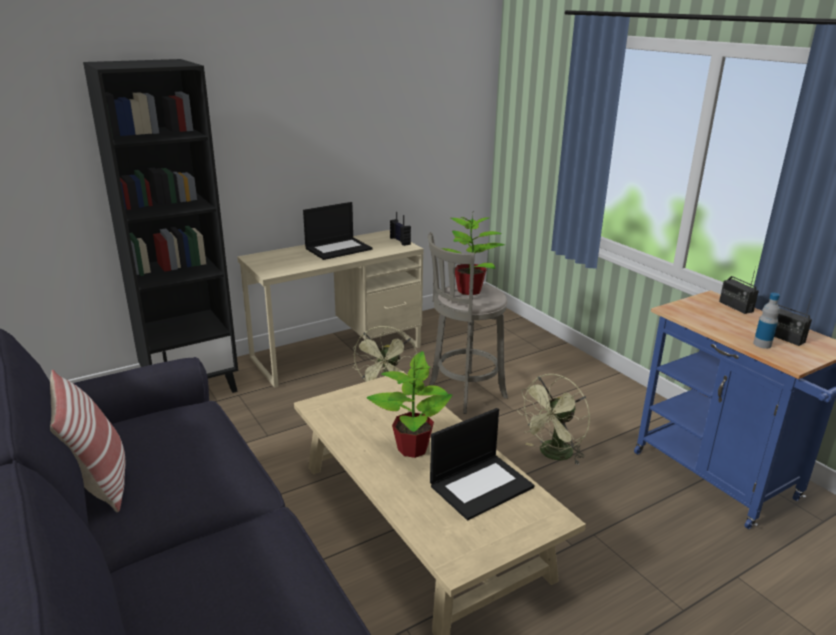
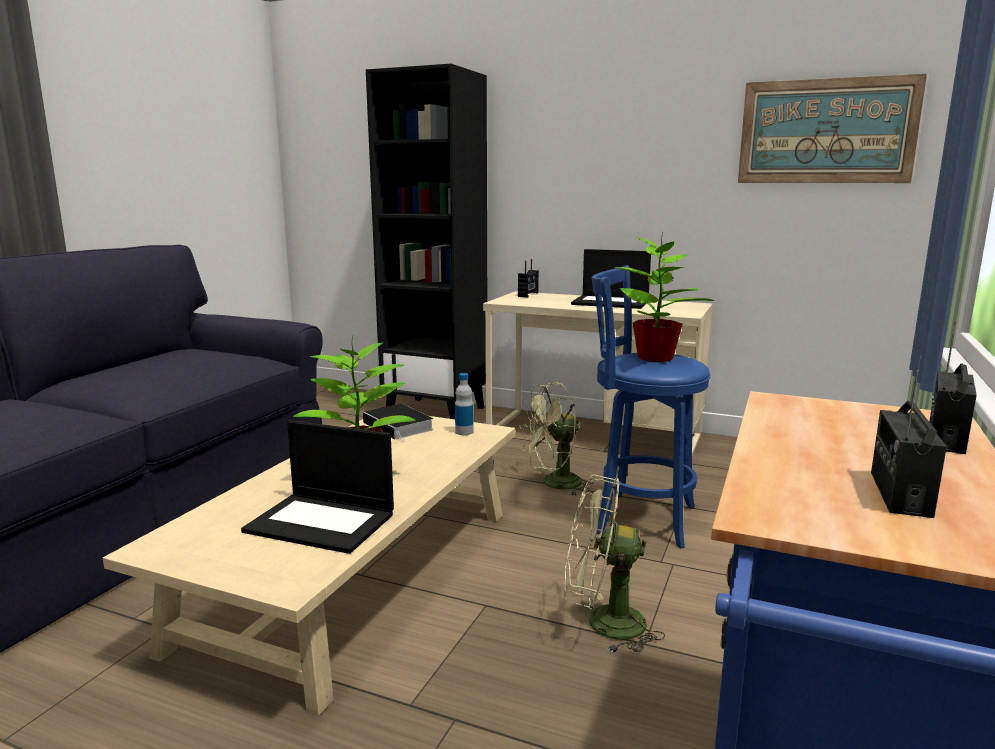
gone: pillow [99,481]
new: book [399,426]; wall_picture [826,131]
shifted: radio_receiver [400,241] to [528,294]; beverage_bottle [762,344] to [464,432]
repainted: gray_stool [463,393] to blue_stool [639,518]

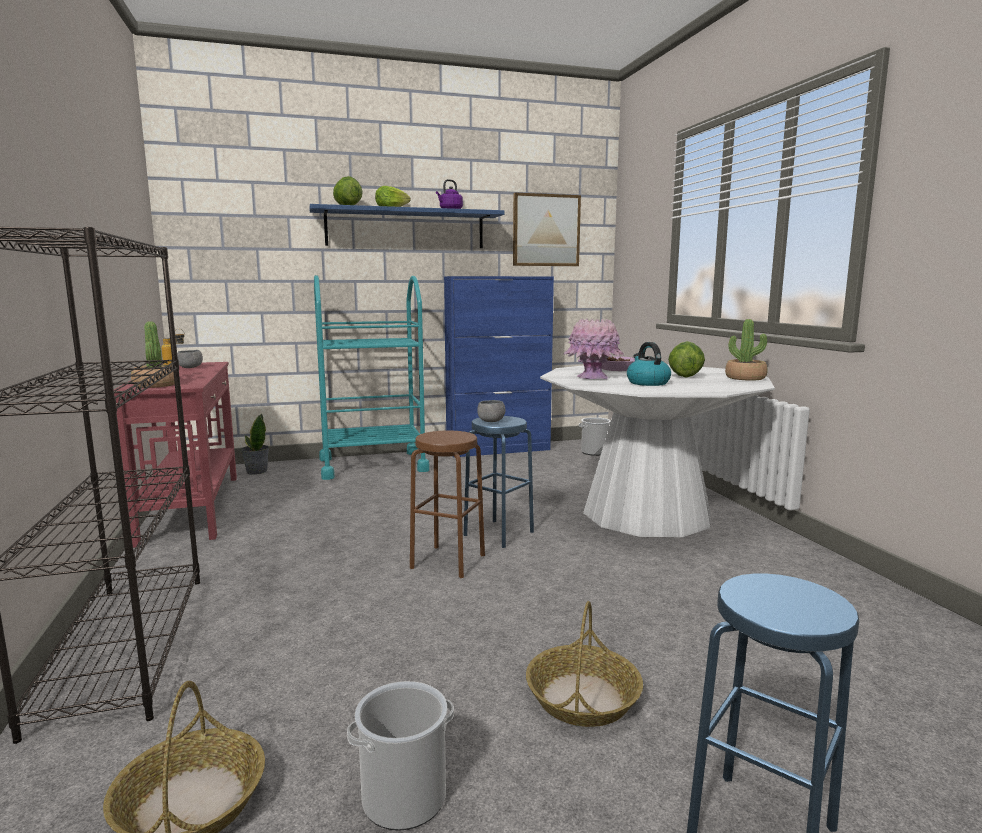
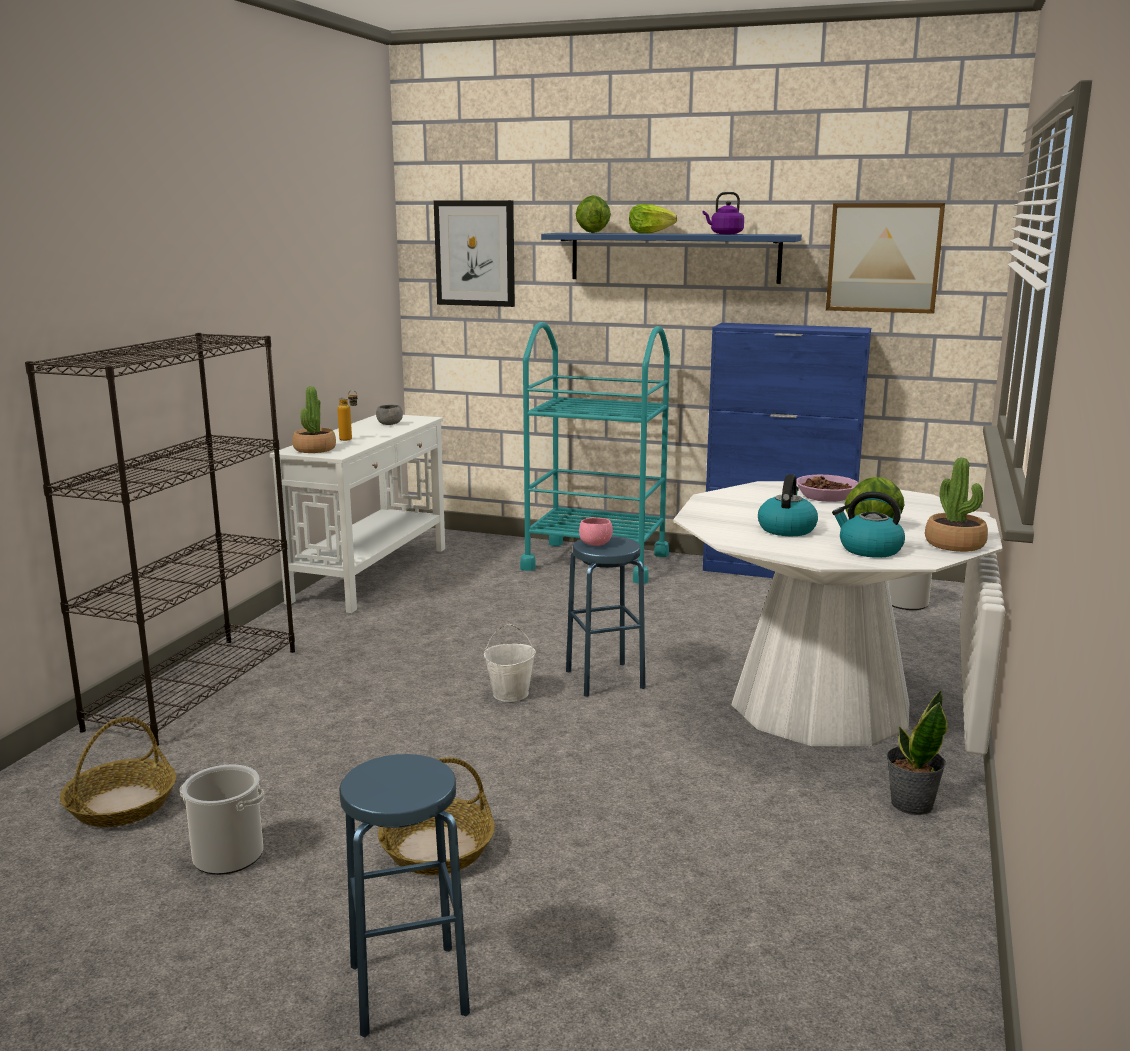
gone: pink-coloured_vase [593,378]
new: wall_picture [475,253]; water_kettle [869,550]
shifted: plant_in_a_pot [256,471] to [910,804]
swapped: brownish_stool [448,561] to white_water_bucket [511,694]
repainted: red-coloured_console_table [193,507] to white_console_table [372,574]; gray_serving_bowl [491,421] to pink-coloured_serving_bowl [595,544]

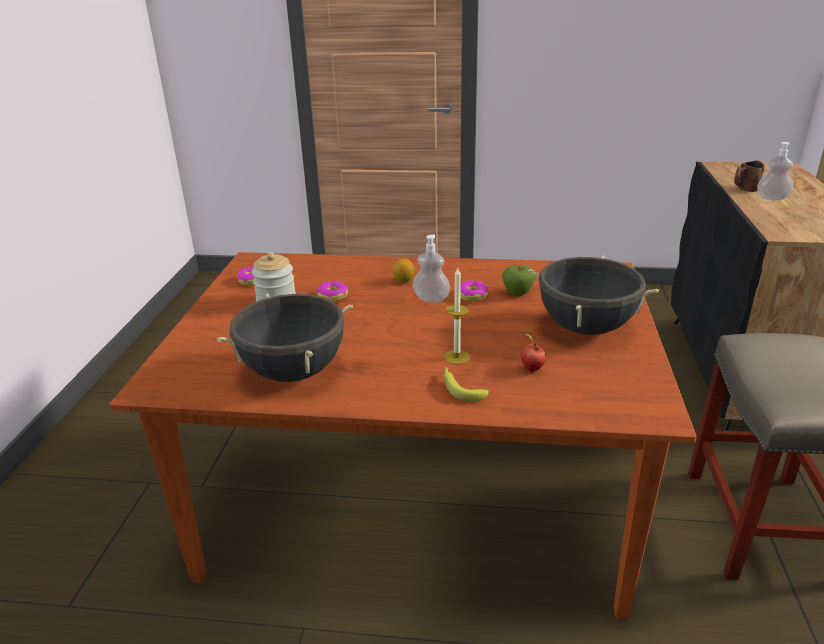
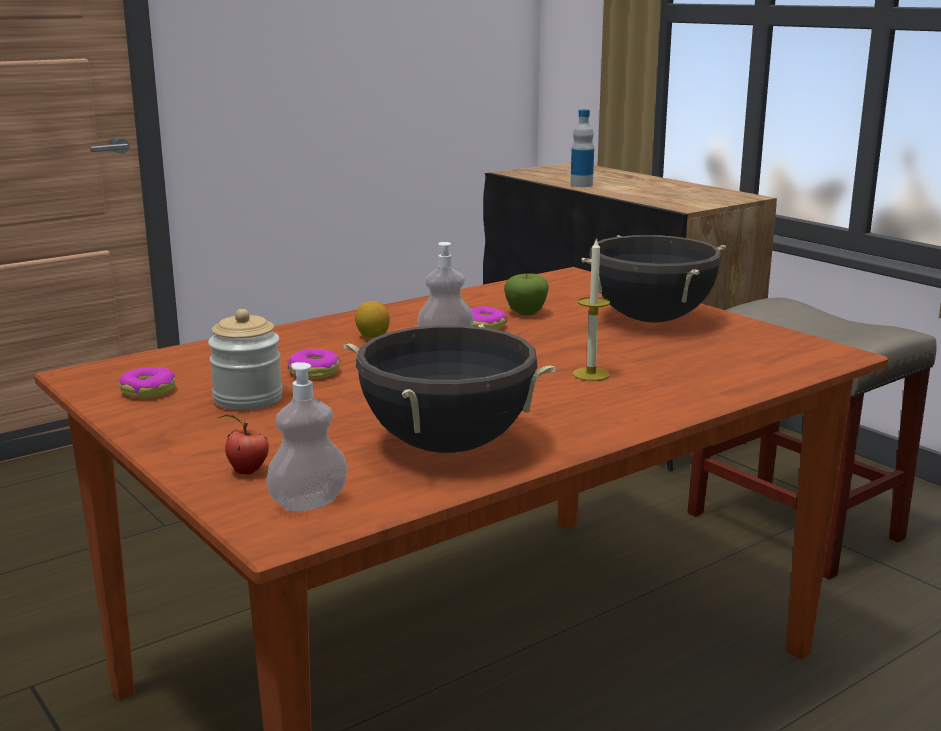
gone: banana_fruit [460,388]
shifted: apple_fruit [531,368] to [245,471]; soap_dispenser [772,198] to [309,503]
swapped: brownish_mug [743,190] to beverage_bottle [581,185]

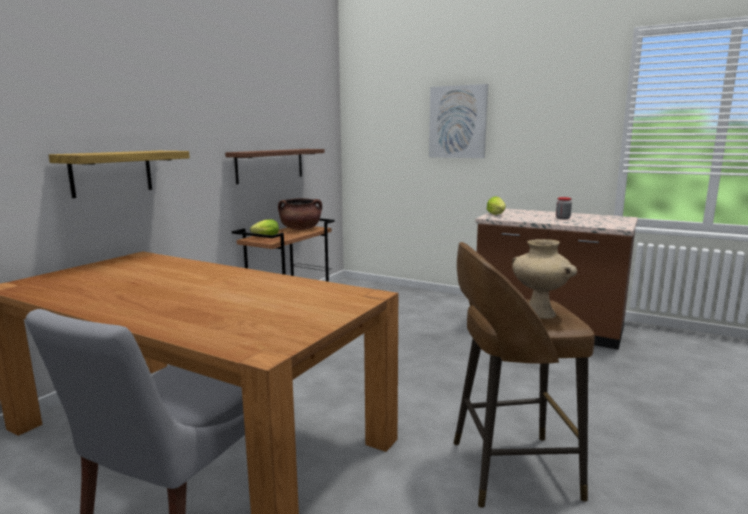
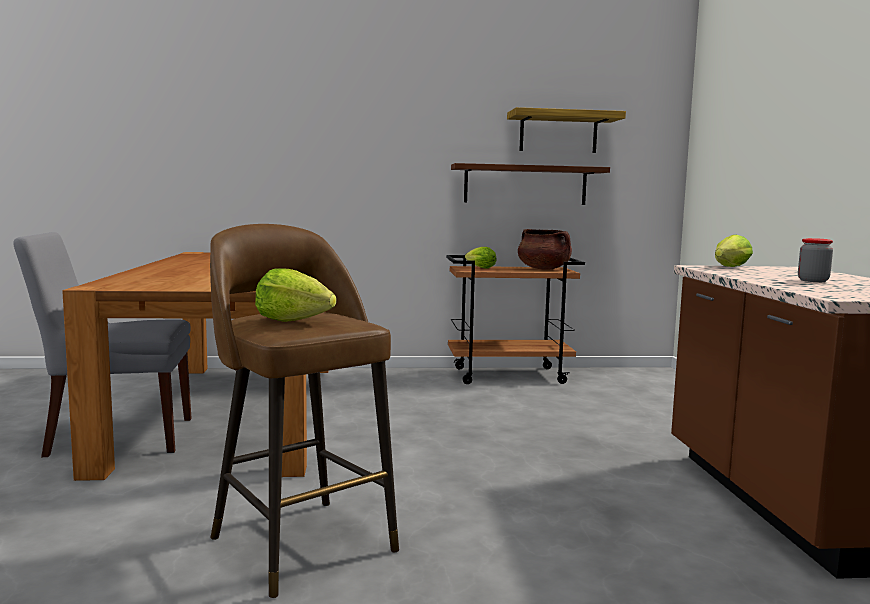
gone: wall_picture [458,122]
shifted: wall_shelf [111,173] to [558,133]
swapped: beige_vase [537,313] to head_of_lettuce [293,320]

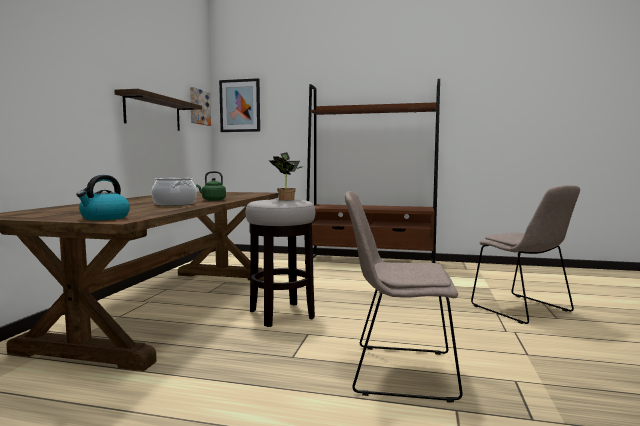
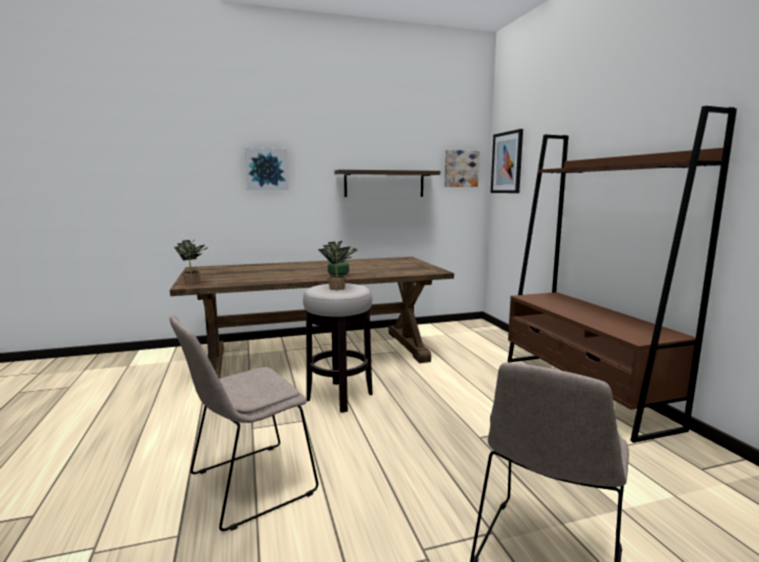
gone: cooking_pot [175,204]
new: wall_picture [267,169]
swapped: water_kettle [104,218] to plant_in_a_pot [194,282]
rotated: beige_chair [398,371] = [248,485] 105 degrees counterclockwise

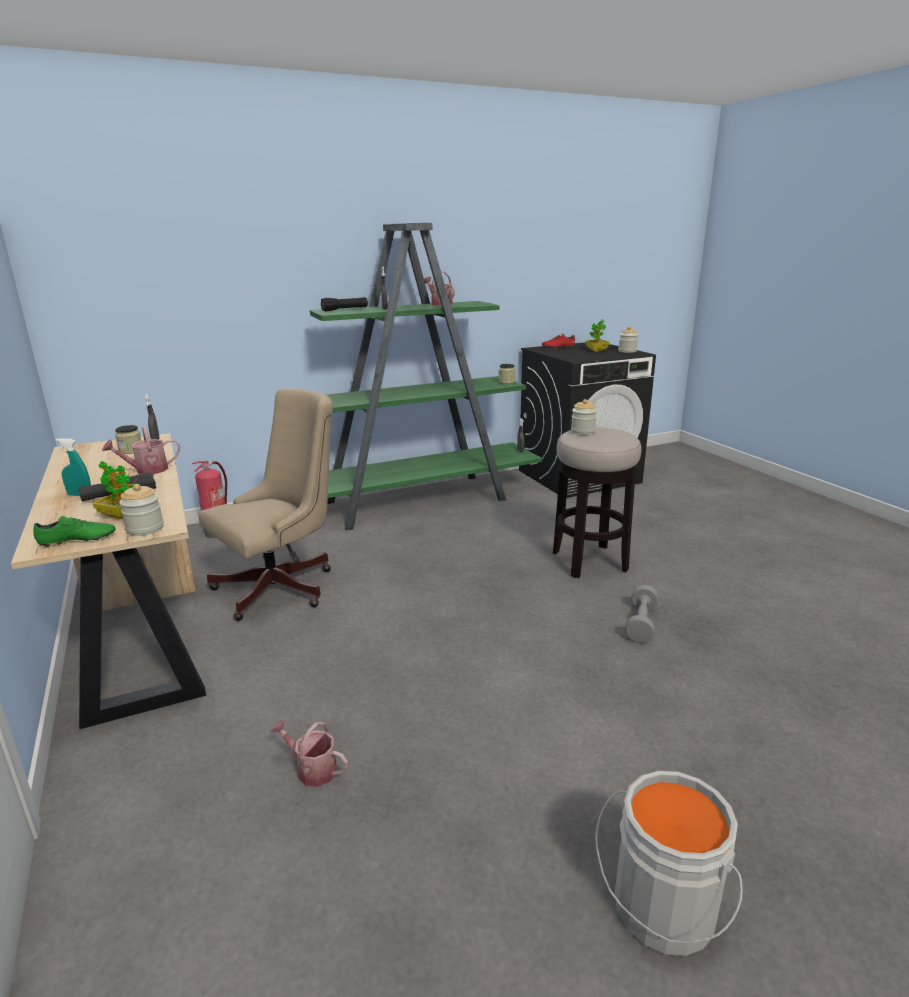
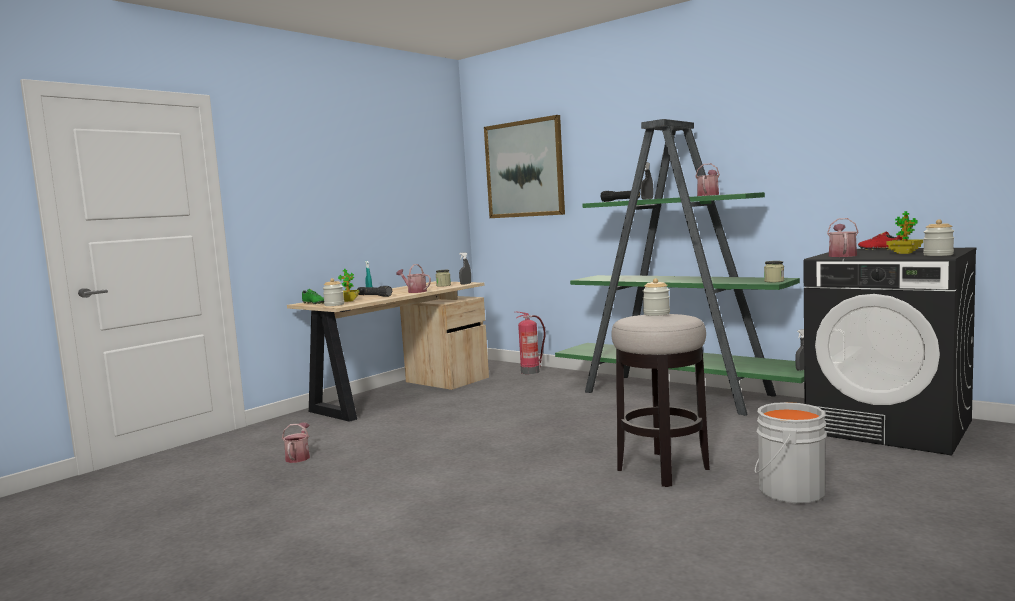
gone: beige_computer_chair [283,586]; gray_dumbbell [641,624]
new: wall_picture [524,169]; watering_can [842,255]
shifted: gray_water_bucket [660,911] to [787,491]

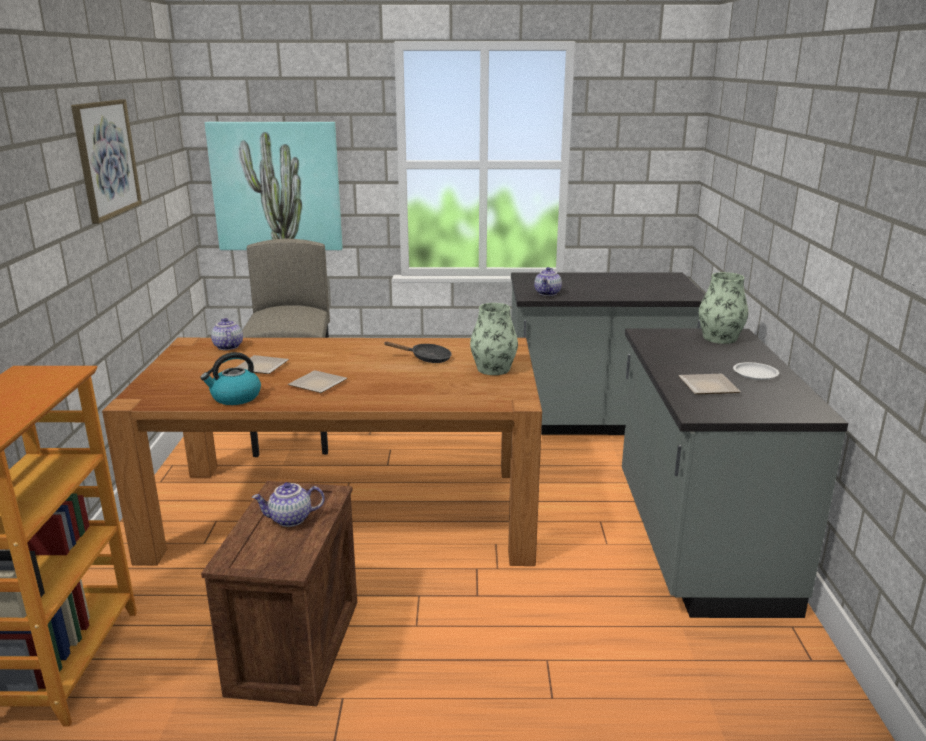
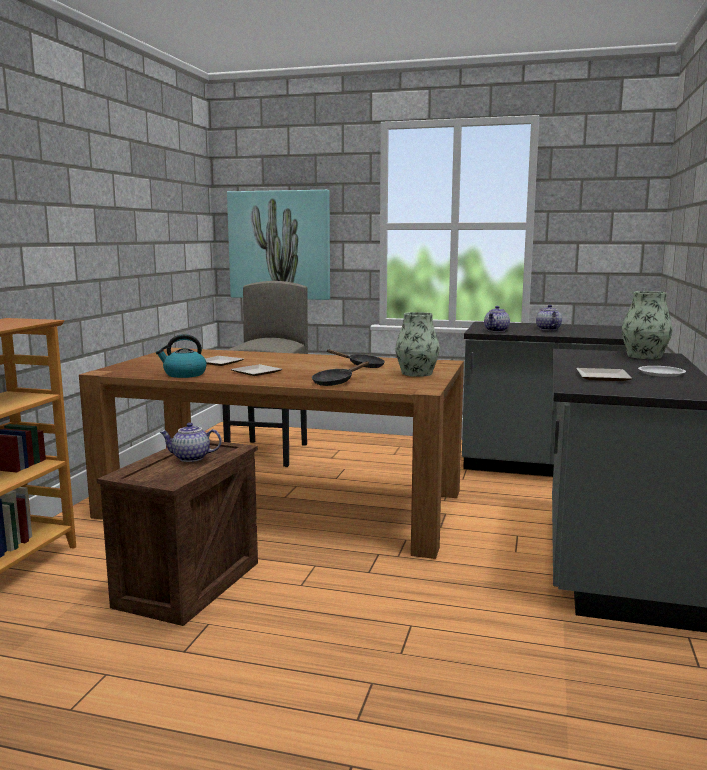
gone: wall_picture [106,159]
new: blackish_skillet [336,382]
shifted: teapot [227,347] to [547,329]

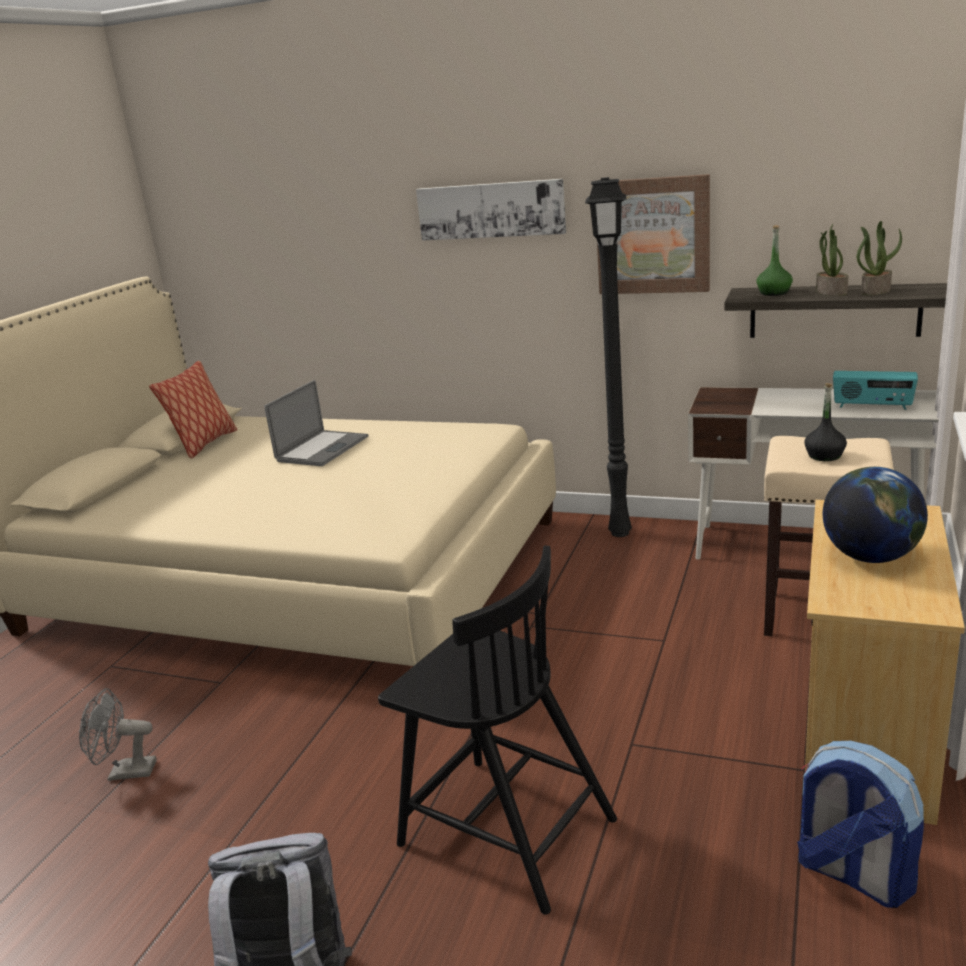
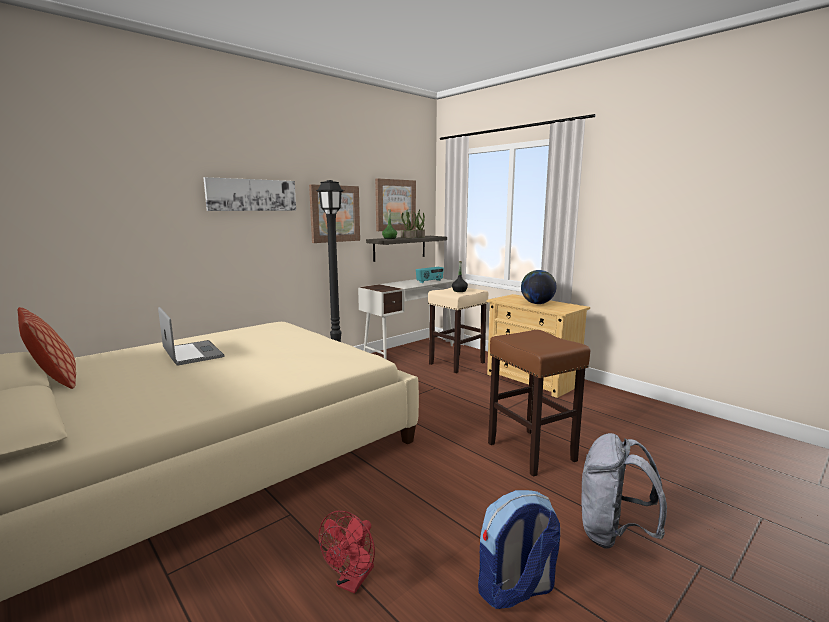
new: wall_picture [395,205]
shifted: knapsack [852,874] to [515,590]
swapped: blackish_chair [503,830] to brownish_stool [532,452]
repainted: gray_electric_fan [125,772] to red-coloured_electric_fan [352,582]

